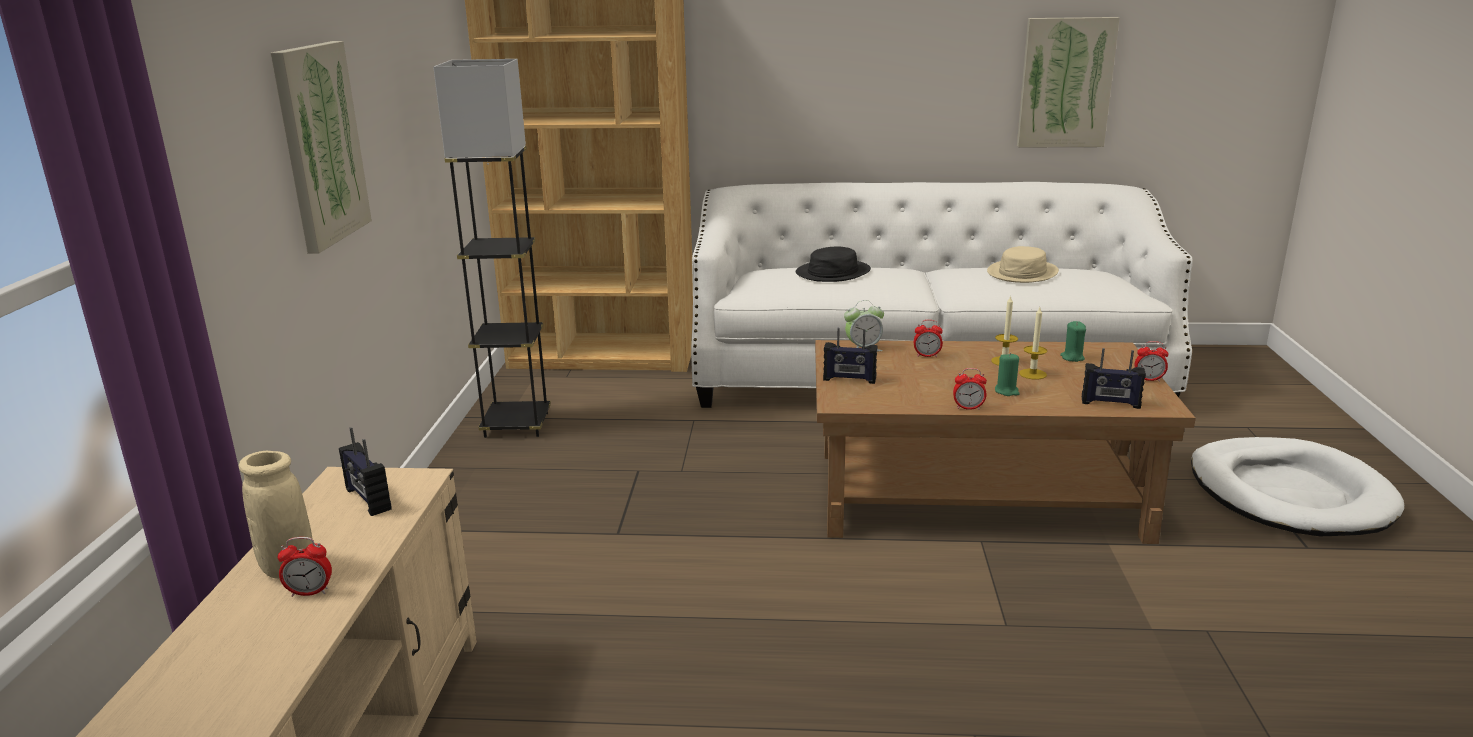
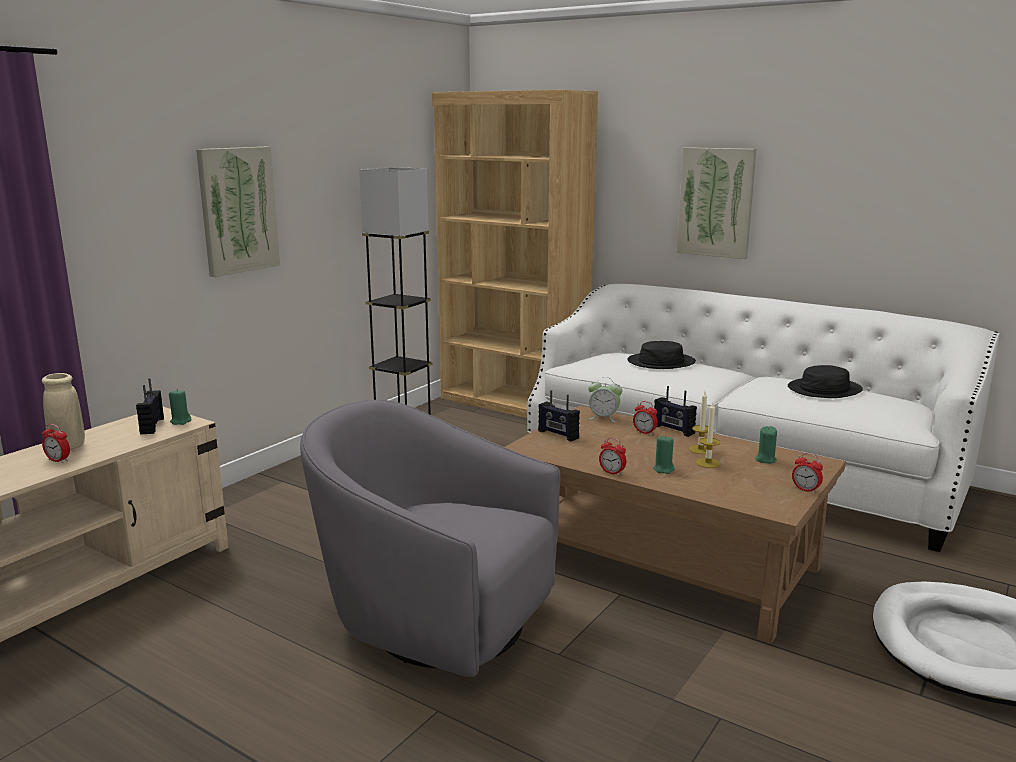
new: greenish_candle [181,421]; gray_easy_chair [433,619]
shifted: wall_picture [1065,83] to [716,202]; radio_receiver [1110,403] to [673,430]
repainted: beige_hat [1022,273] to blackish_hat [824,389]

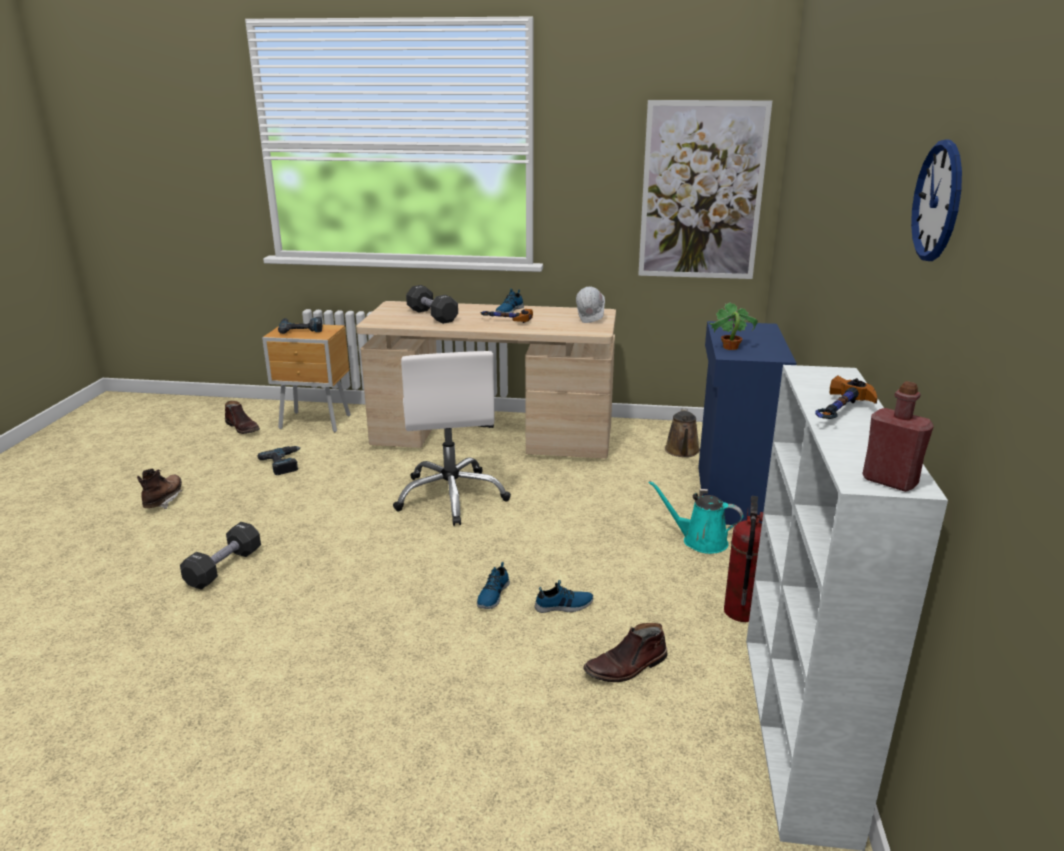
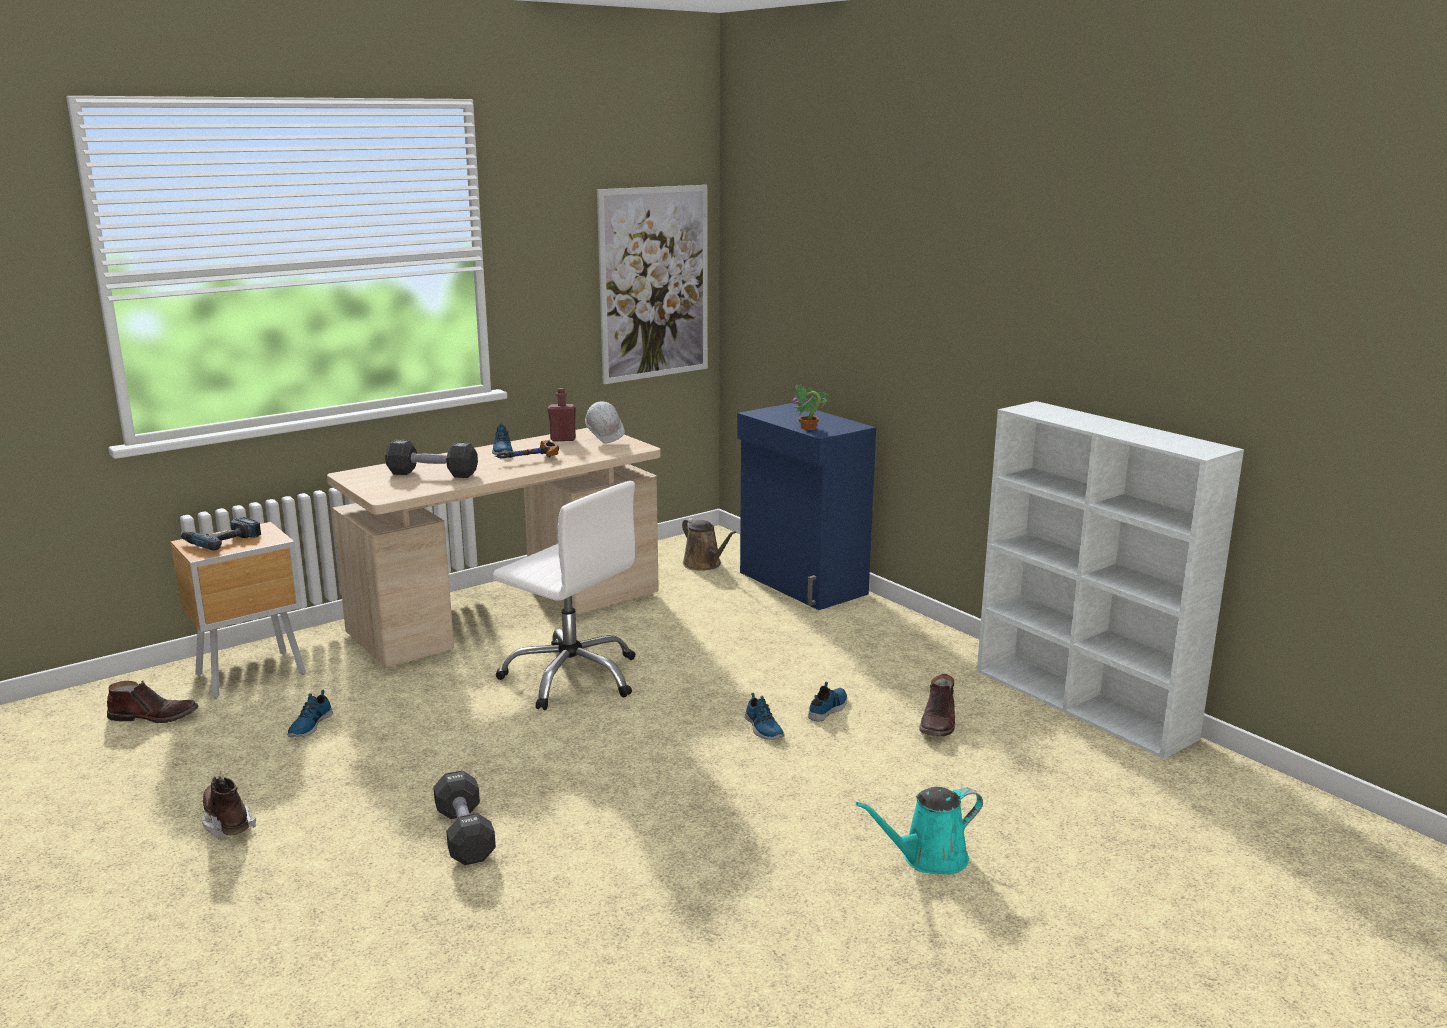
gone: extinguisher [740,611]; tool_hammer [840,414]; hanging_clock [937,201]
shifted: blue-green_watering_can [700,541] to [928,858]; red-coloured_beverage_bottle [889,481] to [563,439]
swapped: power_drill [285,463] to item_of_footwear [309,725]

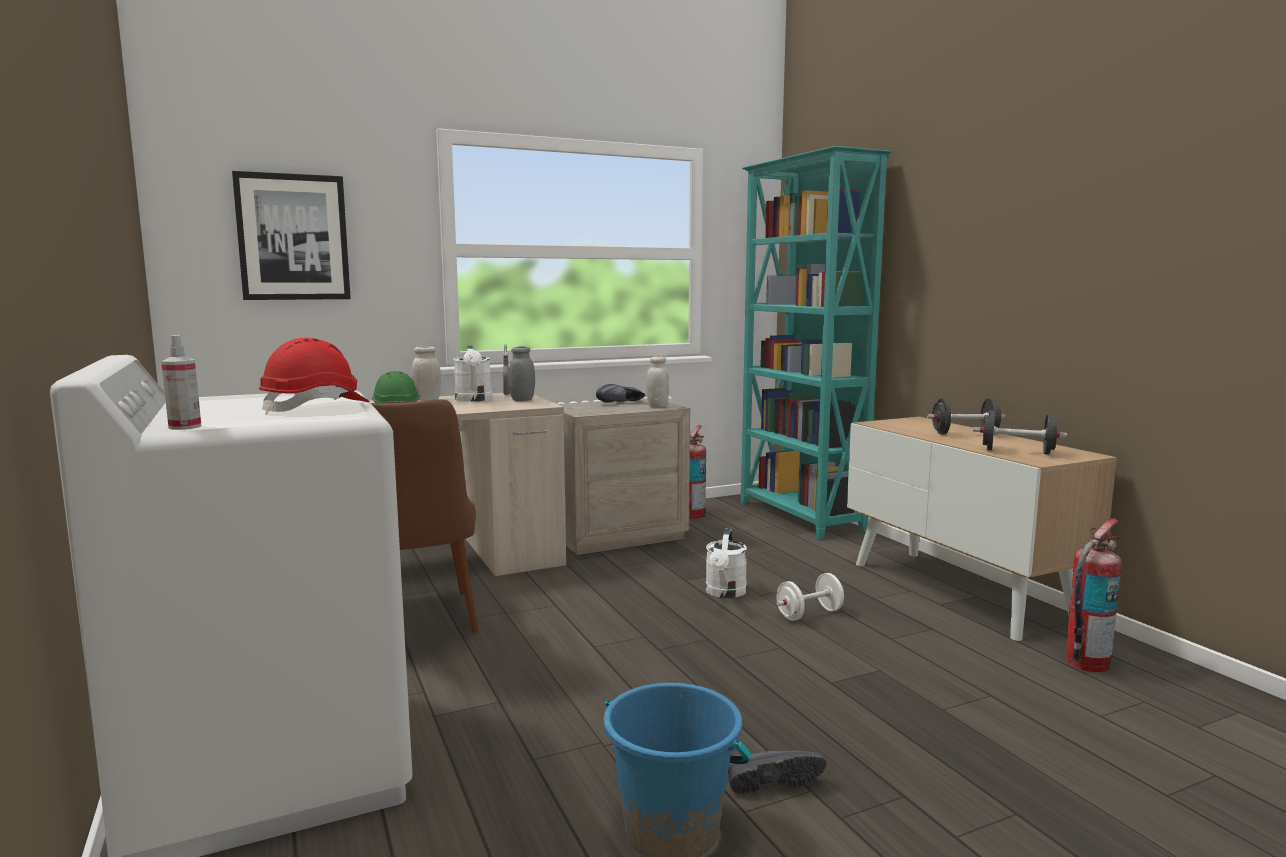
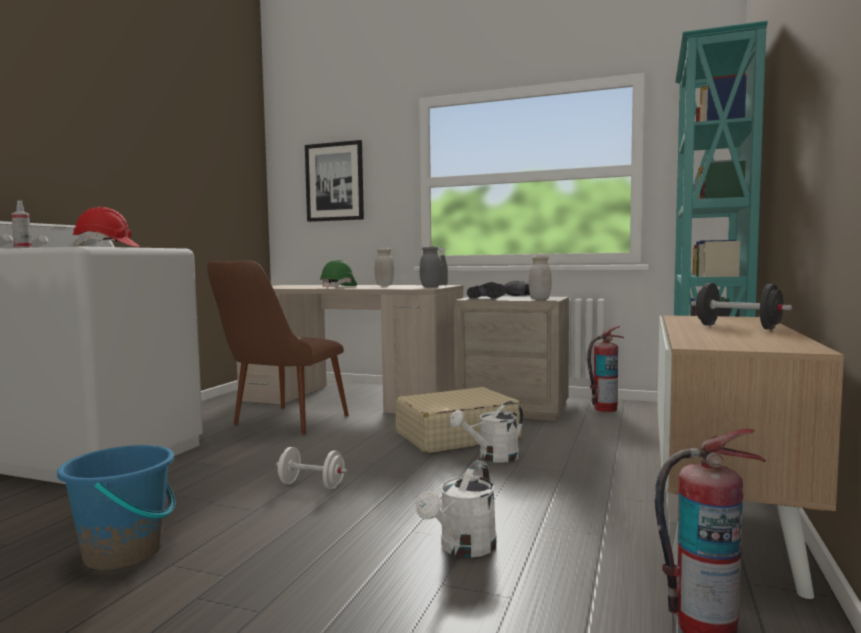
gone: blackish_dumbbell [1017,451]
new: beige_piece_of_luggage [456,436]
shifted: white_watering_can [474,399] to [463,549]; blackish_item_of_footwear [771,781] to [488,298]; white_dumbbell [809,614] to [311,485]

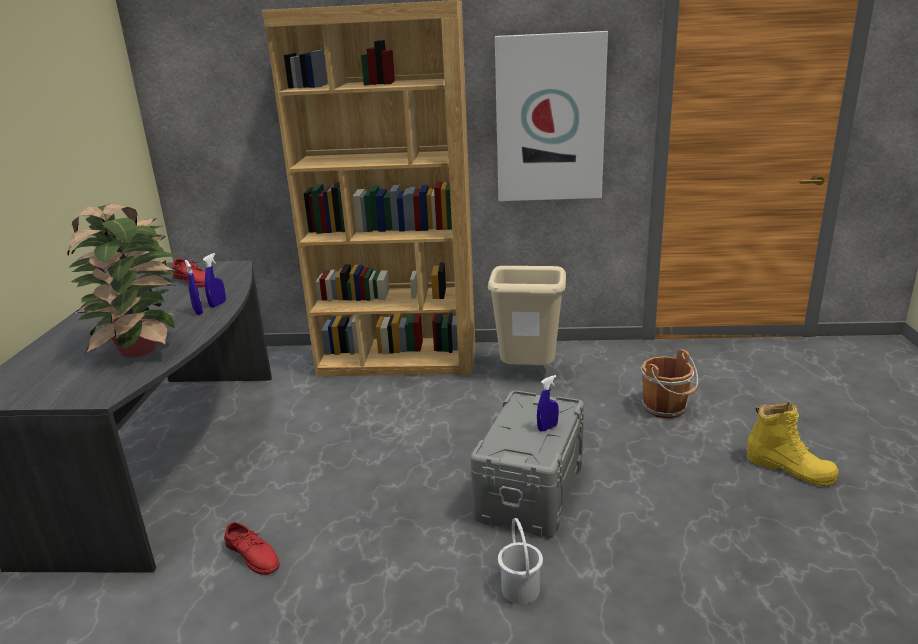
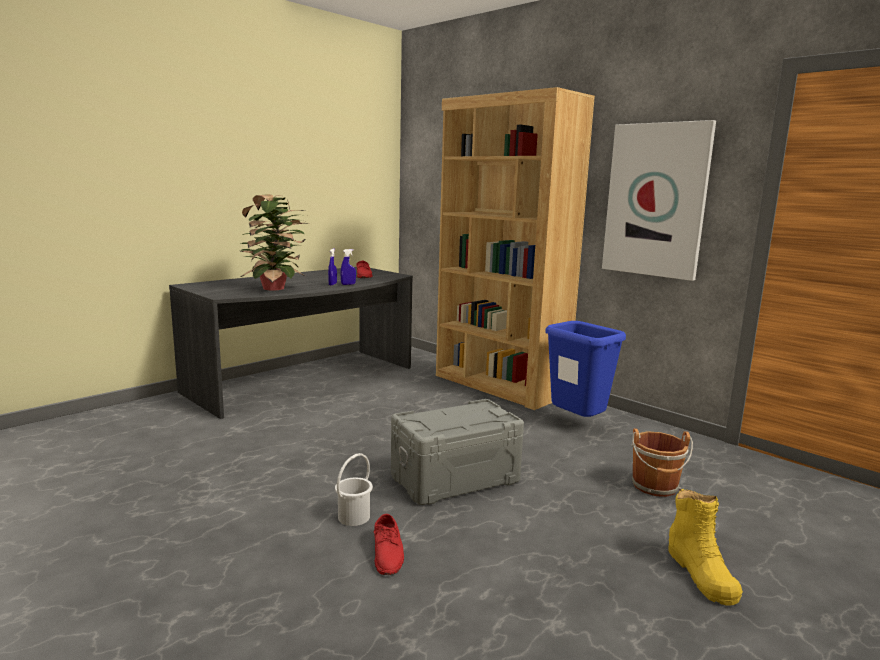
gone: blue_sprayer [547,428]
shifted: red-coloured_item_of_footwear [253,555] to [388,552]
repainted: beige_rubbish_bin [528,373] to blue_rubbish_bin [577,424]

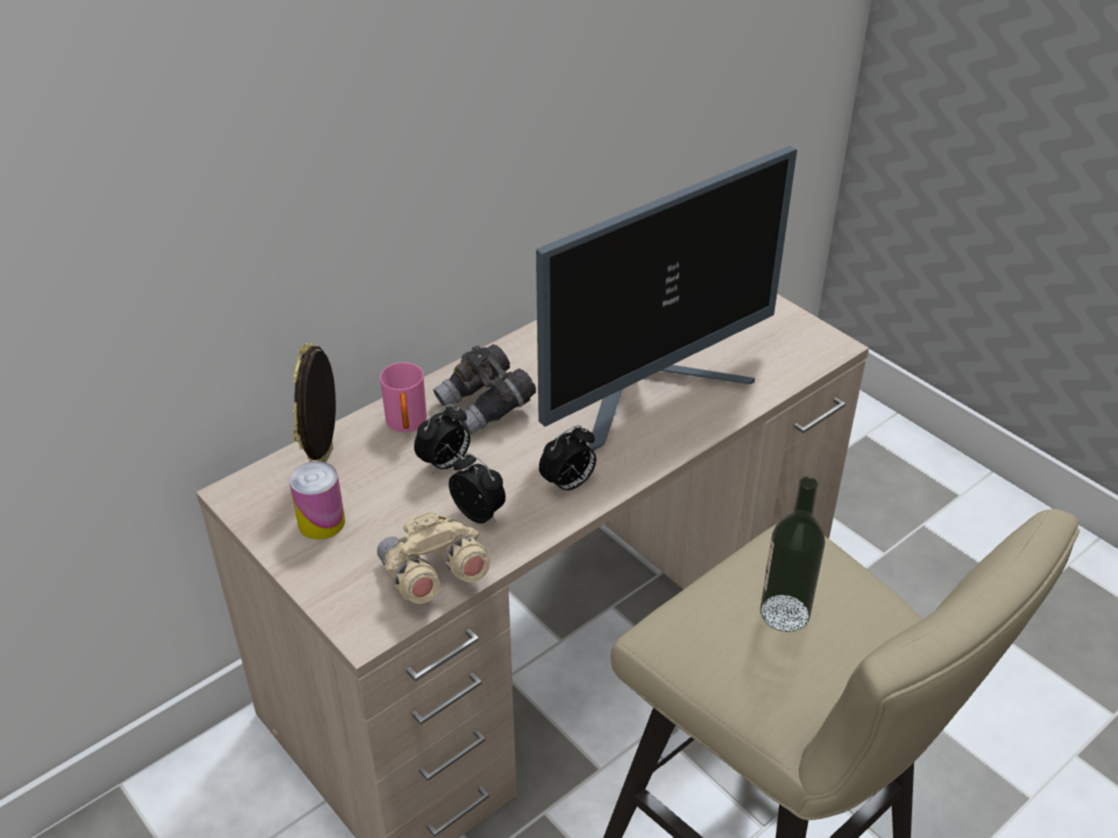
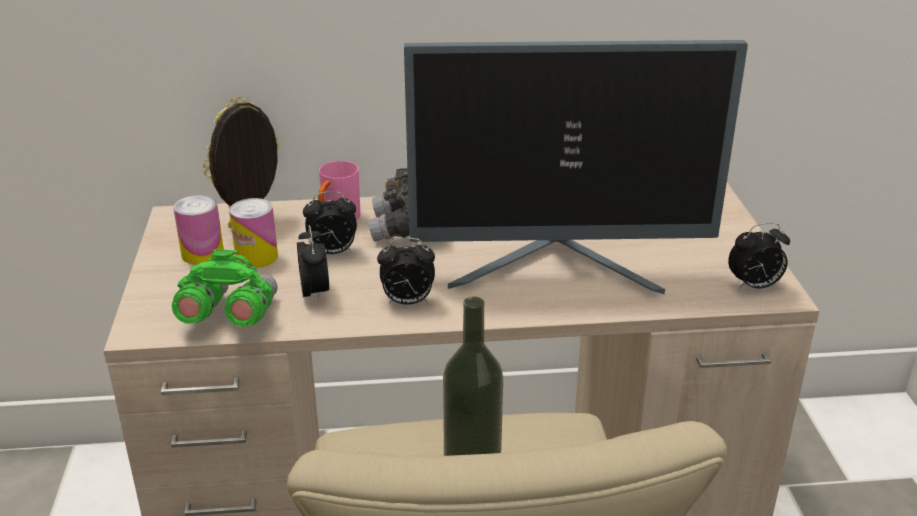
new: sealed_can [256,257]; bedside_clock [754,286]
repainted: beige_field_glasses [432,576] to greenish_field_glasses [229,317]

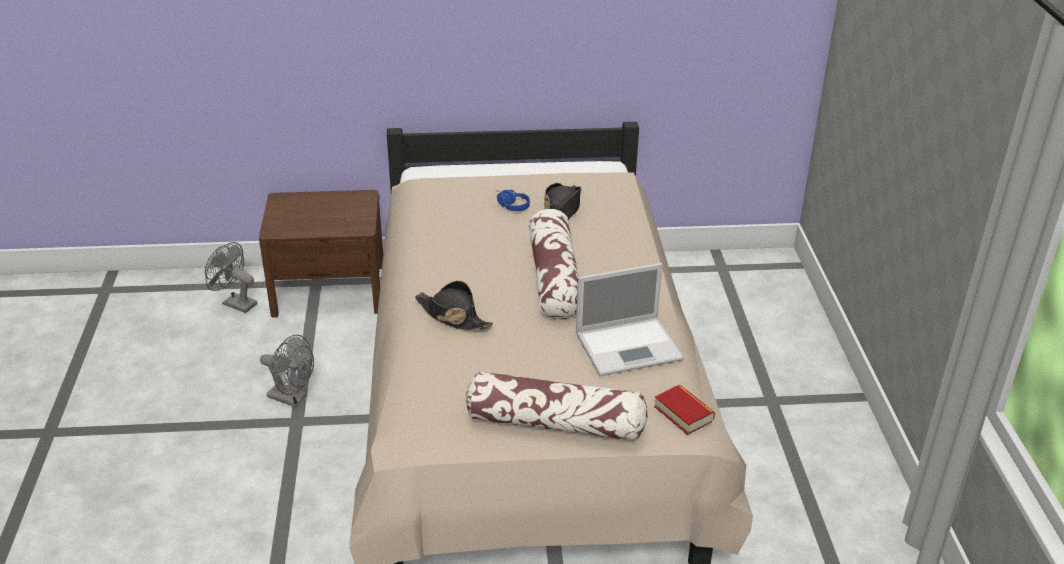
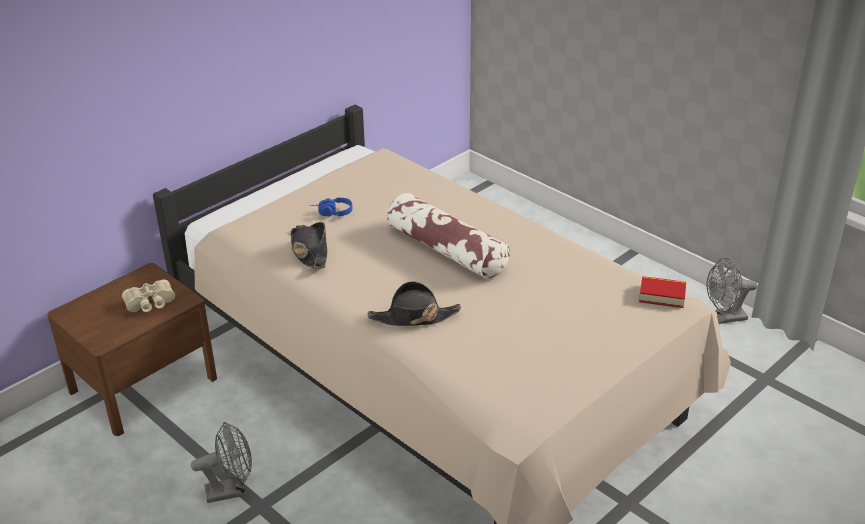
gone: pillow [556,423]; portable_computer [630,346]
new: beige_field_glasses [151,304]
shifted: gray_electric_fan [235,303] to [724,318]; blackish_hat [562,210] to [310,251]

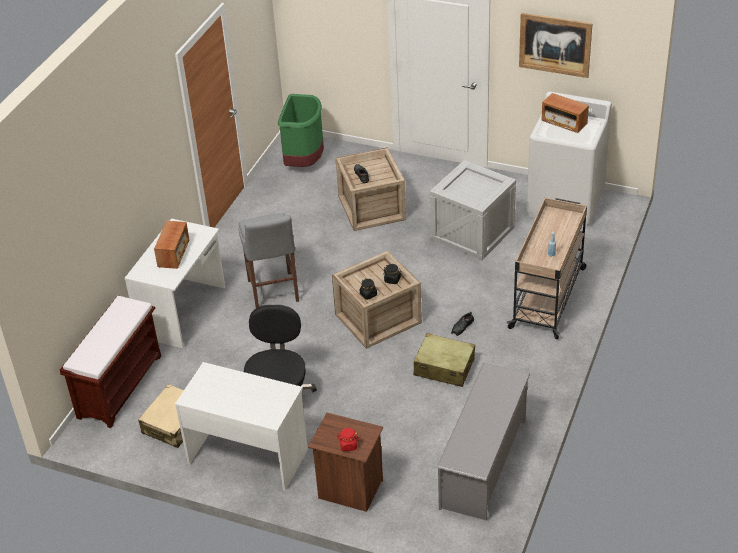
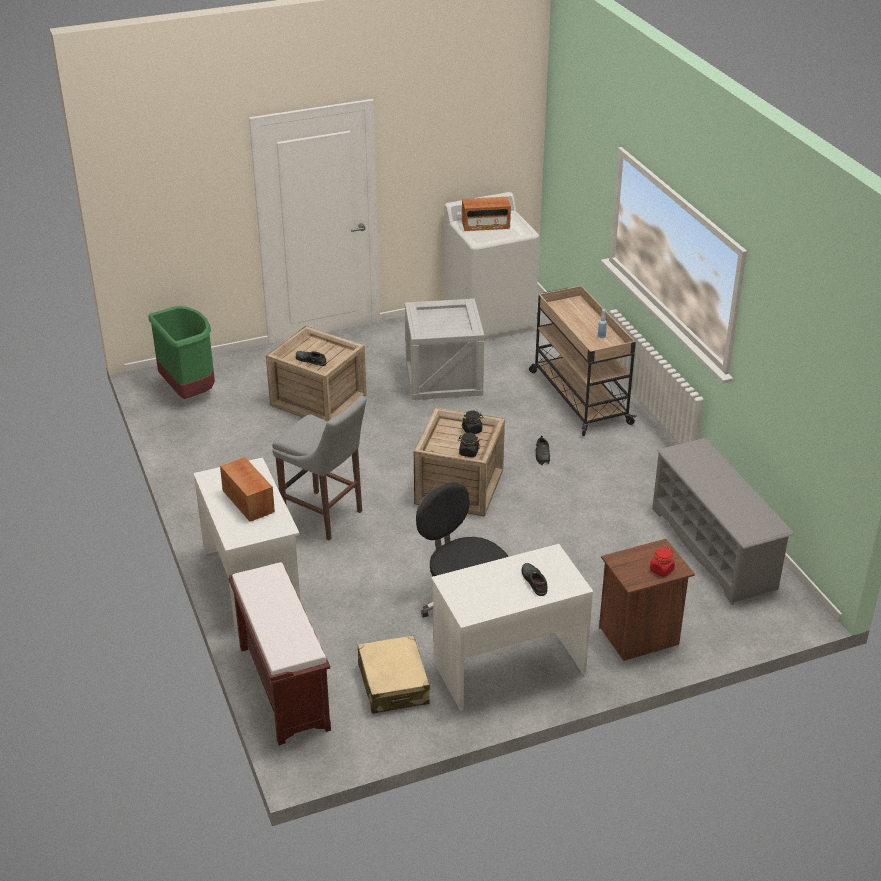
gone: beige_piece_of_luggage [444,367]; wall_picture [555,44]
new: blackish_item_of_footwear [534,581]

